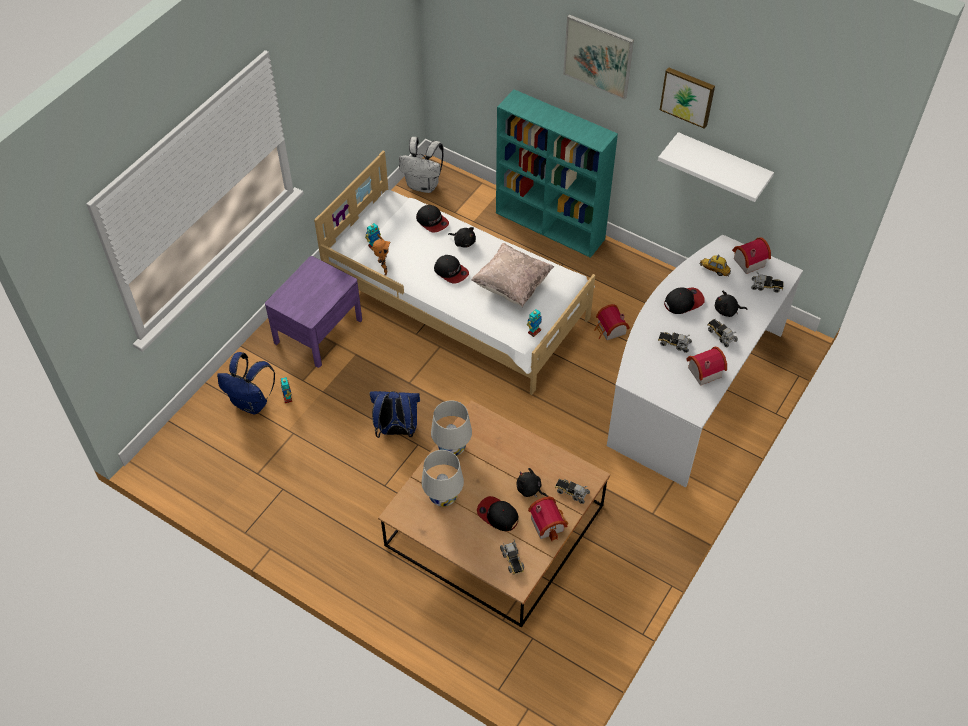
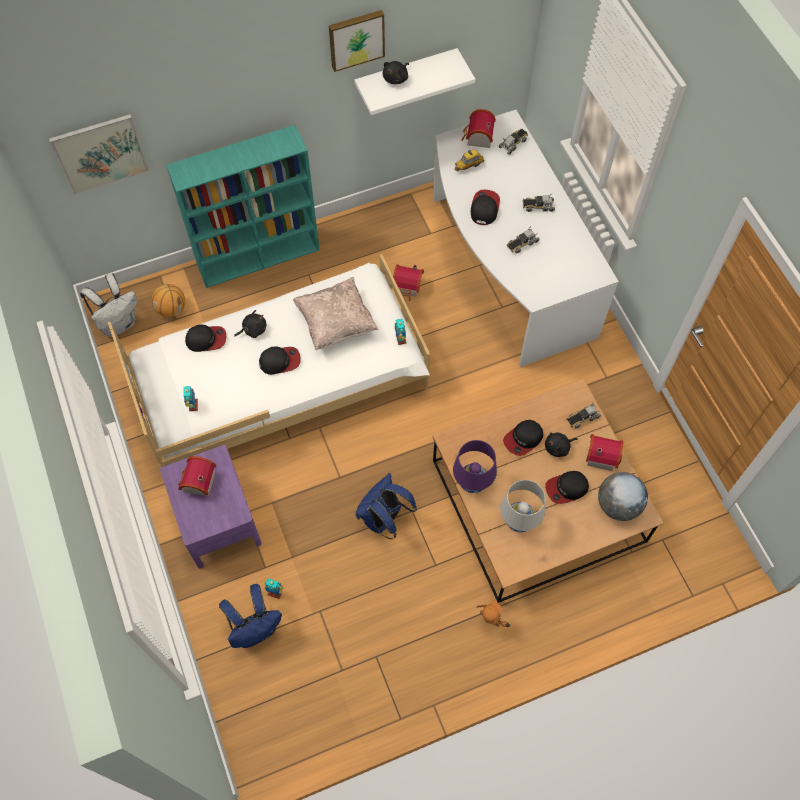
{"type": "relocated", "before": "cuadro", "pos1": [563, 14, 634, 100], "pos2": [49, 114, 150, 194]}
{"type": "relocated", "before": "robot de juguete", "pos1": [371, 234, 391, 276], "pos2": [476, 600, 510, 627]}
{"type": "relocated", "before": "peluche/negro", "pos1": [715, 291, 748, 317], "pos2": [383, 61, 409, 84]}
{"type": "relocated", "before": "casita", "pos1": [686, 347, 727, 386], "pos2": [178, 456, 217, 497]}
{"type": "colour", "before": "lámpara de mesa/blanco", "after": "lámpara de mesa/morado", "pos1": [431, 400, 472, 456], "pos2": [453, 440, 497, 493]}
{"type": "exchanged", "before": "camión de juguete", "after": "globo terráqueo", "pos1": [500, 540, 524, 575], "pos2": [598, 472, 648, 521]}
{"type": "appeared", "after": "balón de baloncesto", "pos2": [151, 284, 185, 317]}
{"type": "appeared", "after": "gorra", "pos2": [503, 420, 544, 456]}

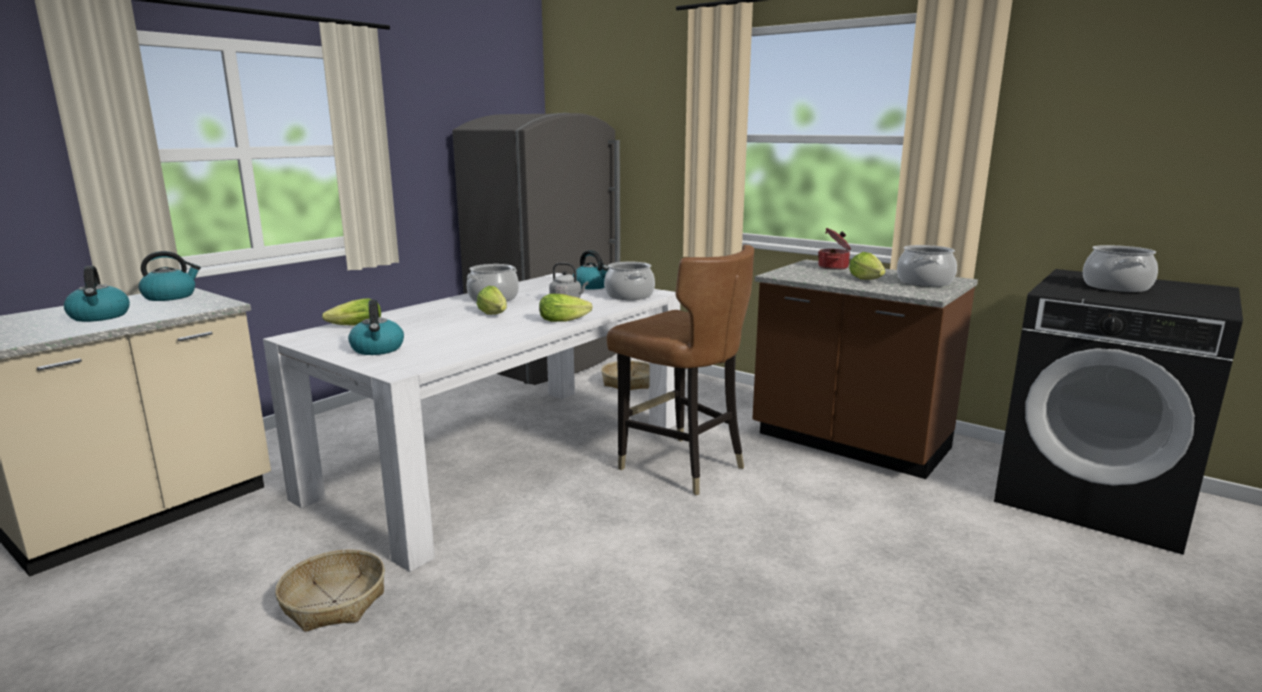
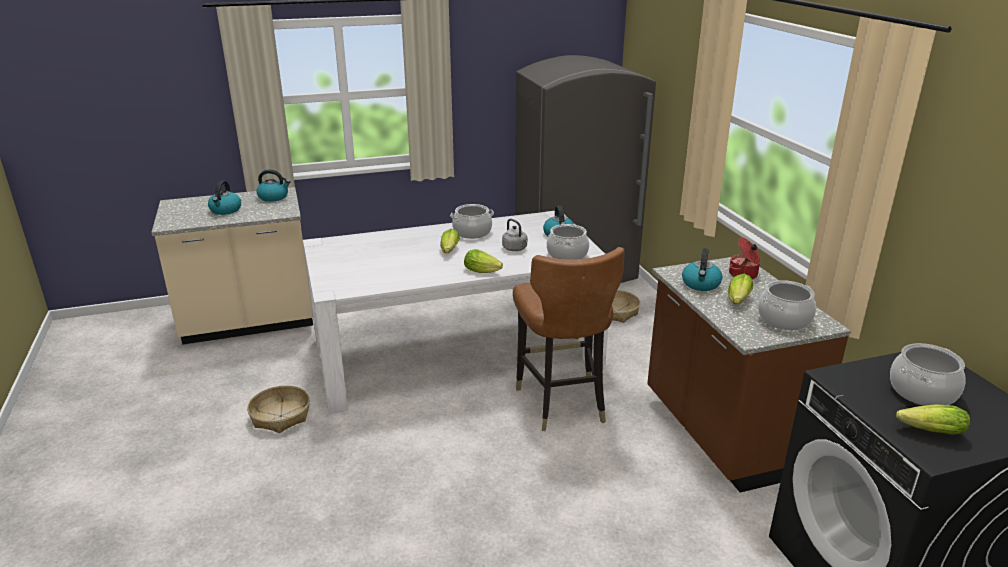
{"type": "relocated", "before": "lechuga", "pos1": [322, 298, 381, 326], "pos2": [896, 405, 970, 435]}
{"type": "relocated", "before": "hervidor", "pos1": [348, 300, 404, 355], "pos2": [682, 249, 722, 291]}

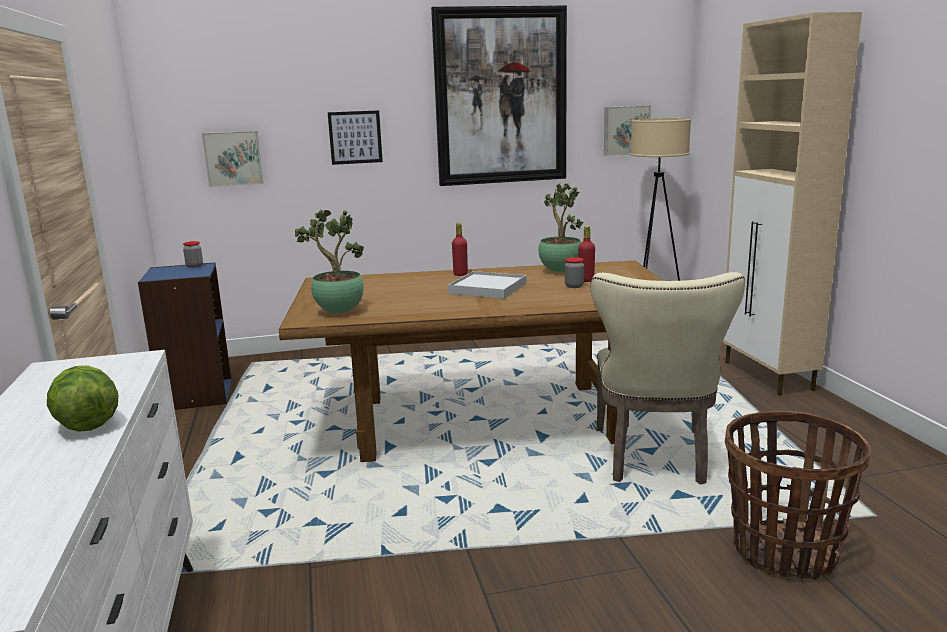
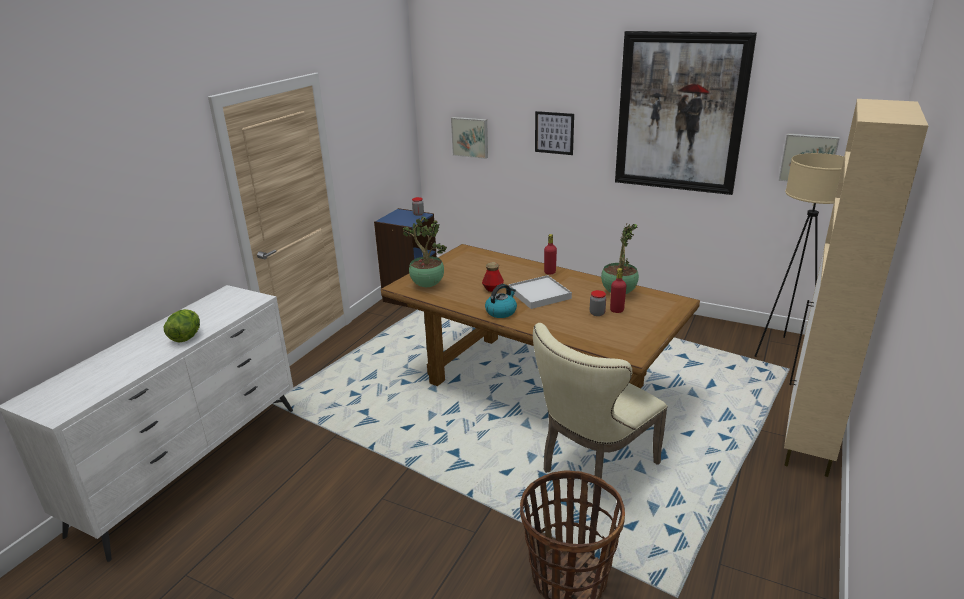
{"type": "appeared", "after": "botella", "pos2": [482, 262, 504, 292]}
{"type": "appeared", "after": "hervidor", "pos2": [485, 284, 517, 318]}

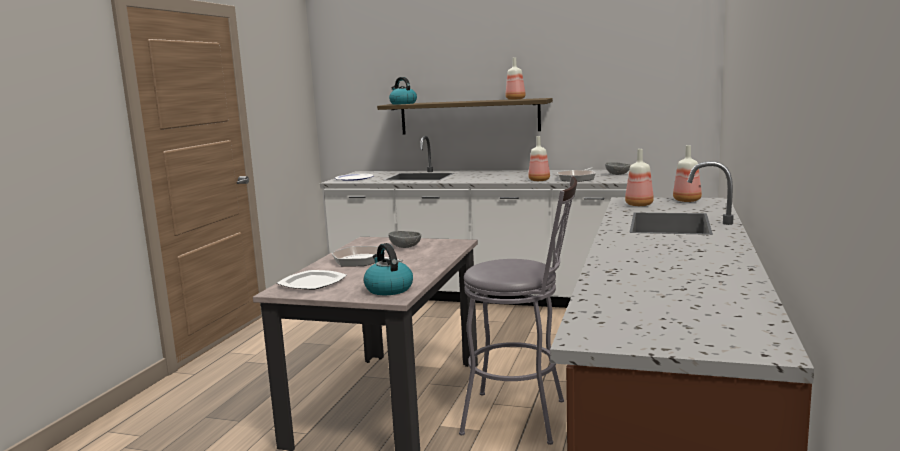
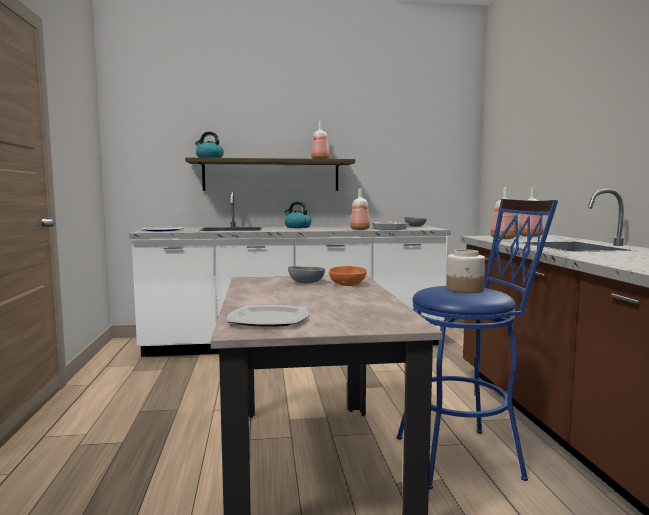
{"type": "colour", "before": "taburete/gris", "after": "taburete/azul", "pos1": [459, 176, 577, 445], "pos2": [397, 199, 558, 490]}
{"type": "relocated", "before": "hervidor", "pos1": [364, 243, 413, 295], "pos2": [284, 202, 311, 228]}
{"type": "missing", "before": "sartén", "pos1": [332, 246, 403, 266]}
{"type": "appeared", "after": "tarro", "pos2": [447, 249, 485, 293]}
{"type": "appeared", "after": "cuenco/naranja", "pos2": [329, 266, 367, 286]}

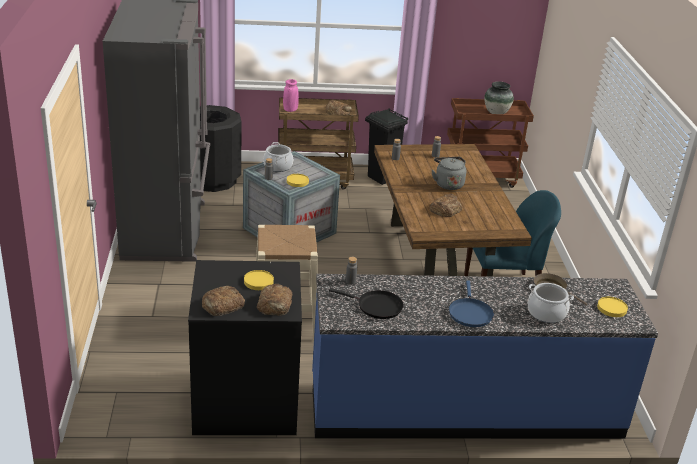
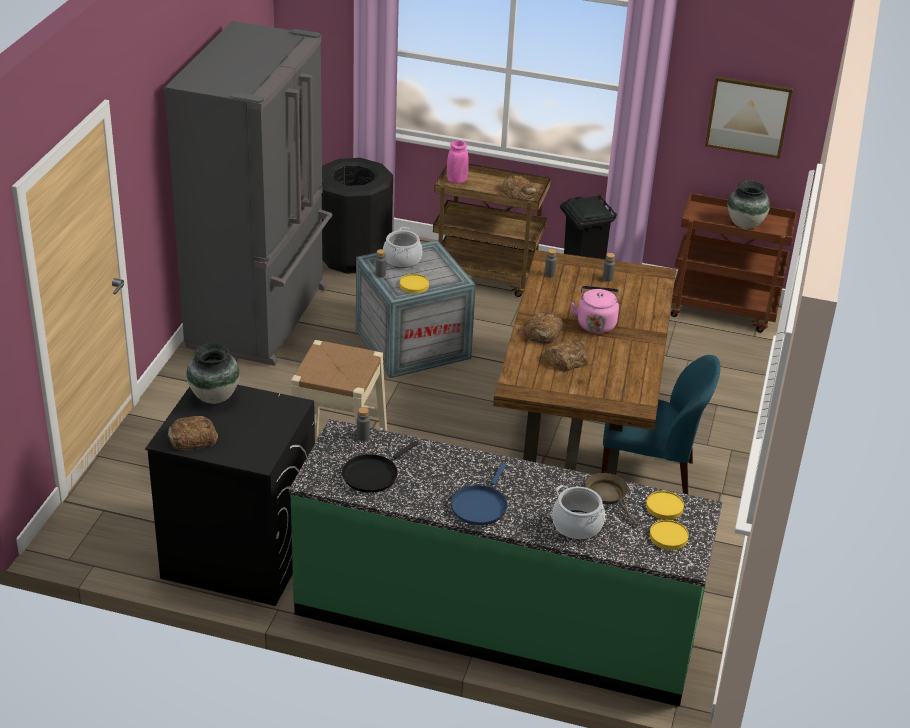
{"type": "colour", "before": "hervidor/gris", "after": "hervidor/rosa", "pos1": [432, 157, 466, 190], "pos2": [570, 286, 619, 334]}
{"type": "relocated", "before": "plato/amarillo", "pos1": [244, 270, 274, 290], "pos2": [646, 491, 684, 520]}
{"type": "colour", "before": "mueble bajo de cocina/azul", "after": "mueble bajo de cocina/verde", "pos1": [312, 274, 658, 438], "pos2": [289, 419, 722, 707]}
{"type": "relocated", "before": "pan", "pos1": [257, 284, 293, 316], "pos2": [523, 312, 564, 344]}
{"type": "spun", "before": "sartén/negro", "pos1": [329, 288, 404, 319], "pos2": [342, 441, 418, 493], "turn": 90}
{"type": "appeared", "after": "cuadro", "pos2": [705, 76, 793, 159]}
{"type": "appeared", "after": "florero", "pos2": [186, 343, 240, 404]}

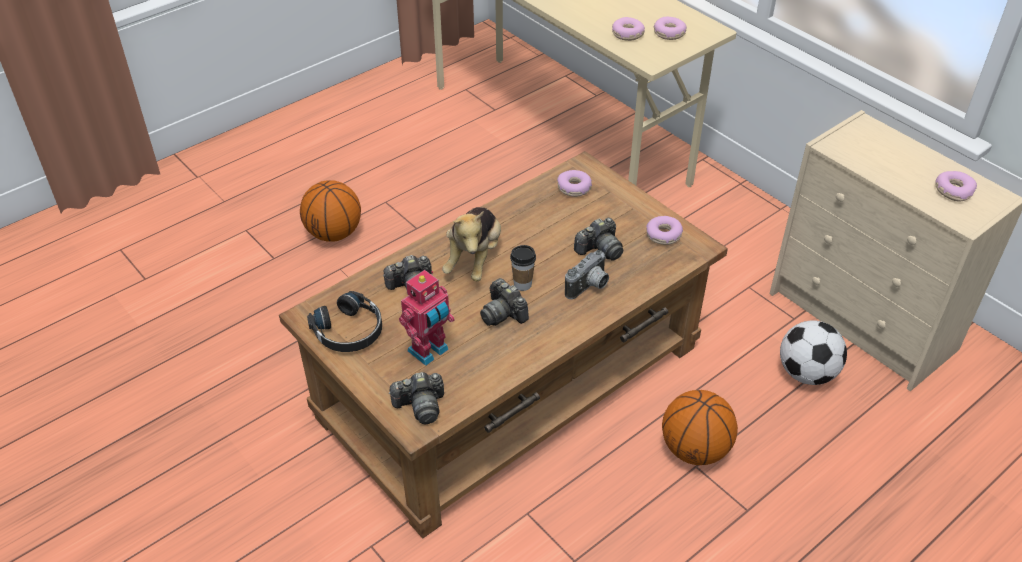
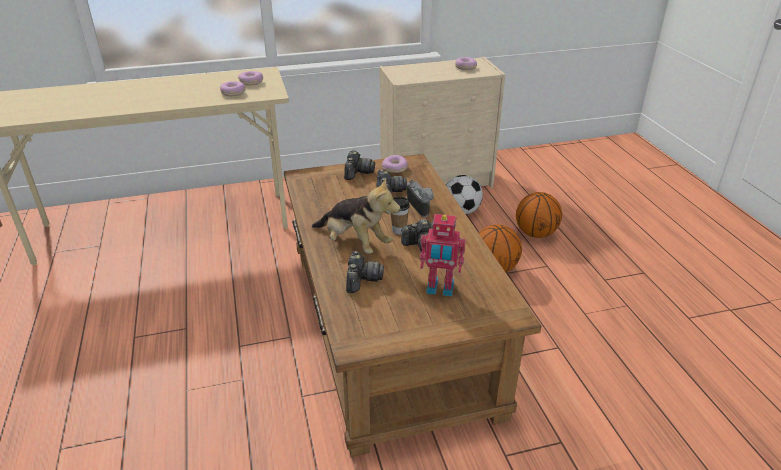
{"type": "missing", "before": "rosquilla", "pos1": [557, 170, 592, 197]}
{"type": "relocated", "before": "balón de baloncesto", "pos1": [300, 180, 361, 242], "pos2": [516, 192, 562, 238]}
{"type": "spun", "before": "robot de juguete", "pos1": [399, 270, 455, 366], "pos2": [420, 214, 465, 296], "turn": 120}
{"type": "missing", "before": "auriculares/negro", "pos1": [307, 291, 382, 352]}
{"type": "relocated", "before": "cámara", "pos1": [388, 372, 444, 424], "pos2": [344, 150, 375, 180]}

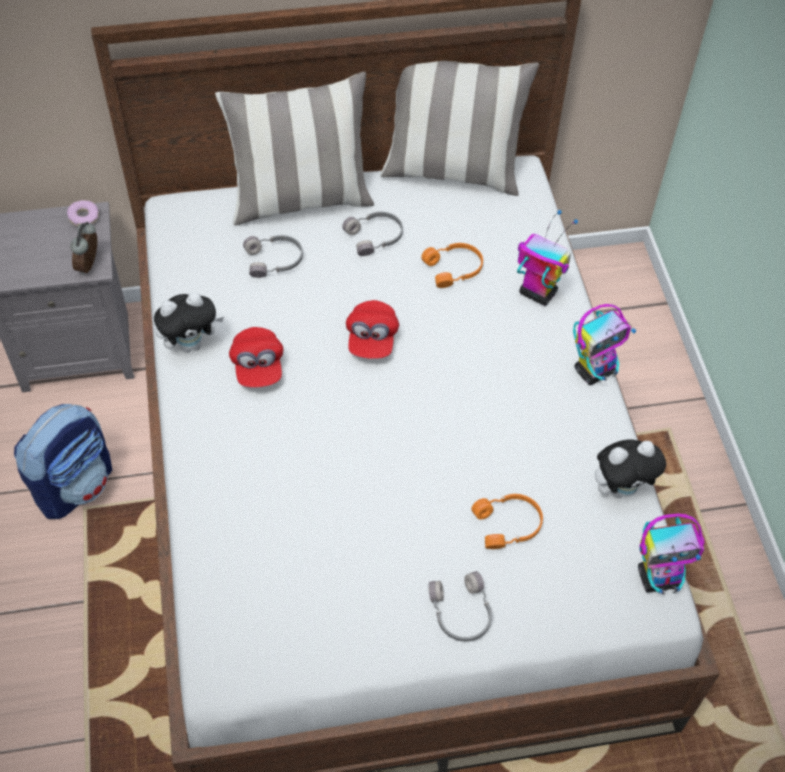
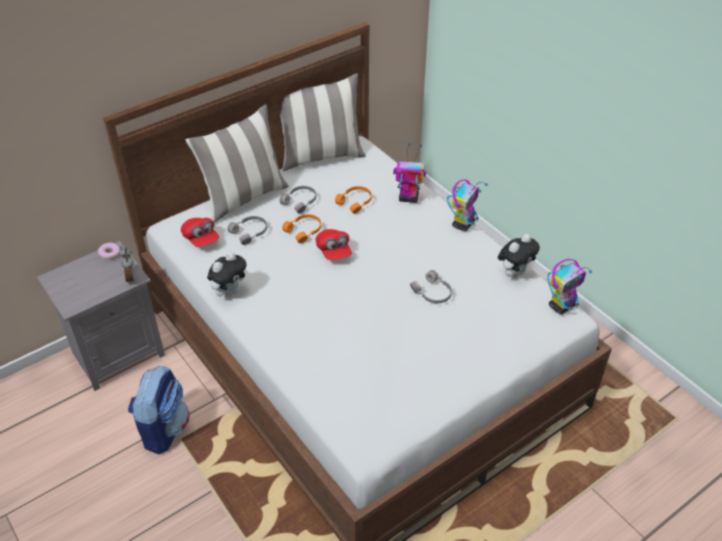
{"type": "relocated", "before": "gorra/rojo", "pos1": [229, 327, 283, 388], "pos2": [181, 218, 219, 247]}
{"type": "relocated", "before": "auriculares/naranja", "pos1": [471, 494, 543, 549], "pos2": [282, 214, 321, 243]}
{"type": "relocated", "before": "auriculares/gris", "pos1": [428, 571, 492, 642], "pos2": [410, 270, 452, 303]}

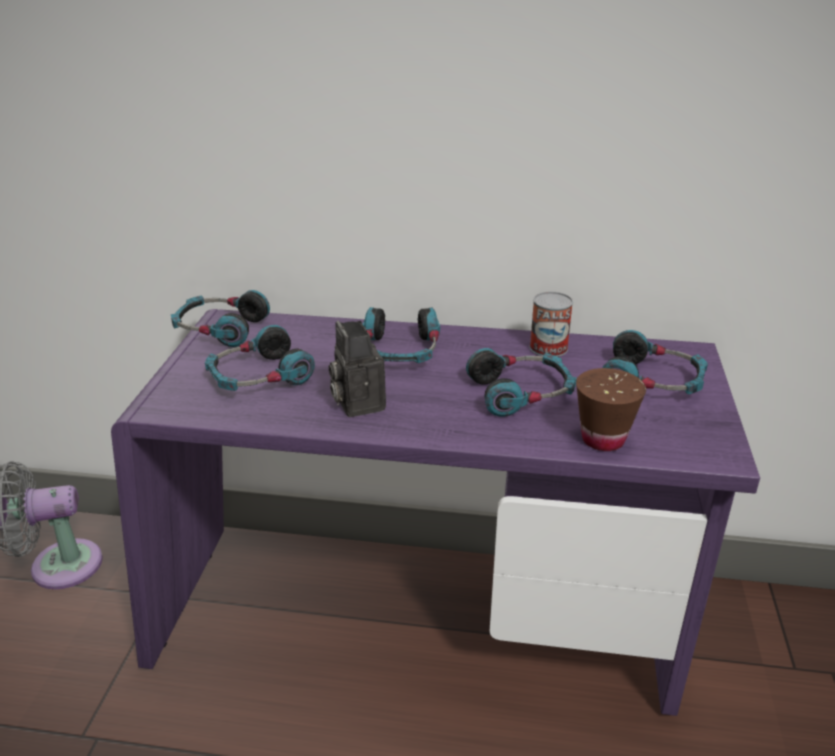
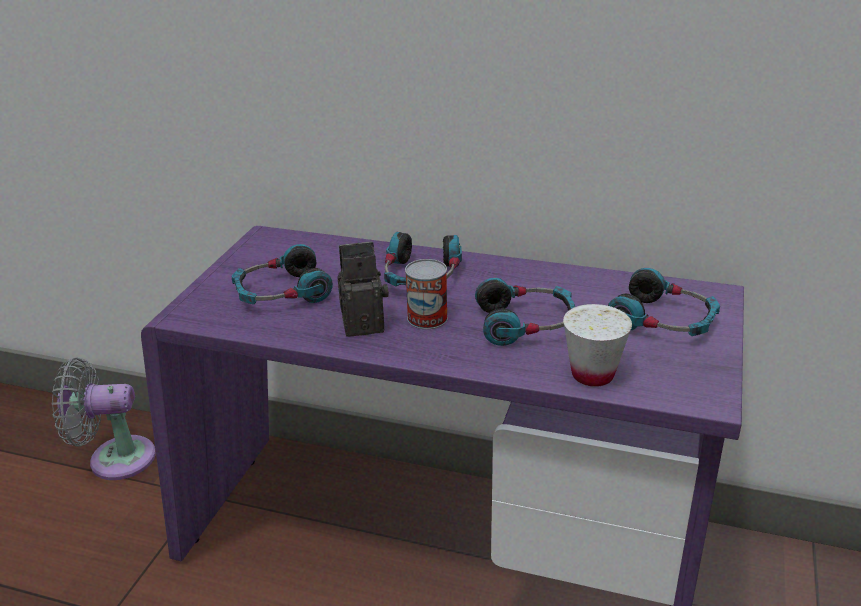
{"type": "missing", "before": "auriculares", "pos1": [171, 290, 270, 347]}
{"type": "relocated", "before": "lata", "pos1": [529, 292, 573, 357], "pos2": [405, 259, 448, 329]}
{"type": "spun", "before": "cámara", "pos1": [328, 321, 386, 417], "pos2": [337, 242, 388, 337], "turn": 90}
{"type": "colour", "before": "taza/marrón", "after": "taza/blanco", "pos1": [576, 368, 646, 451], "pos2": [563, 304, 632, 387]}

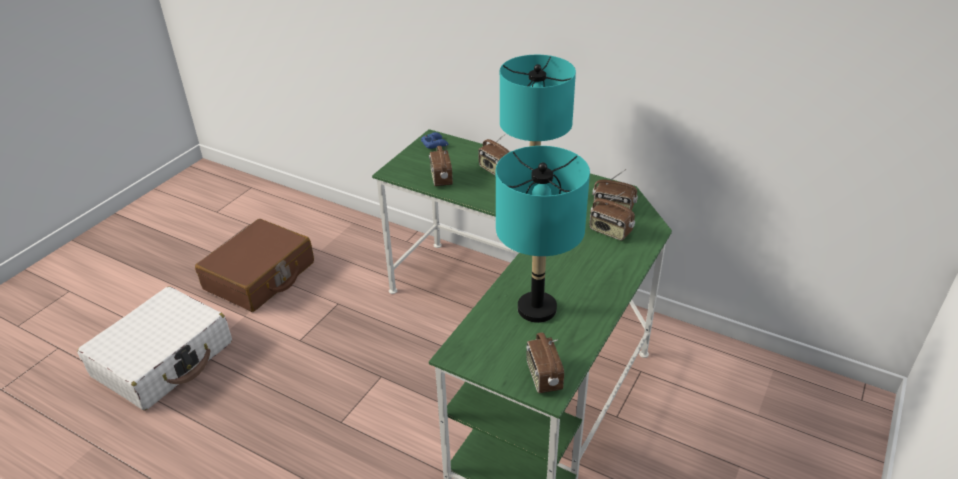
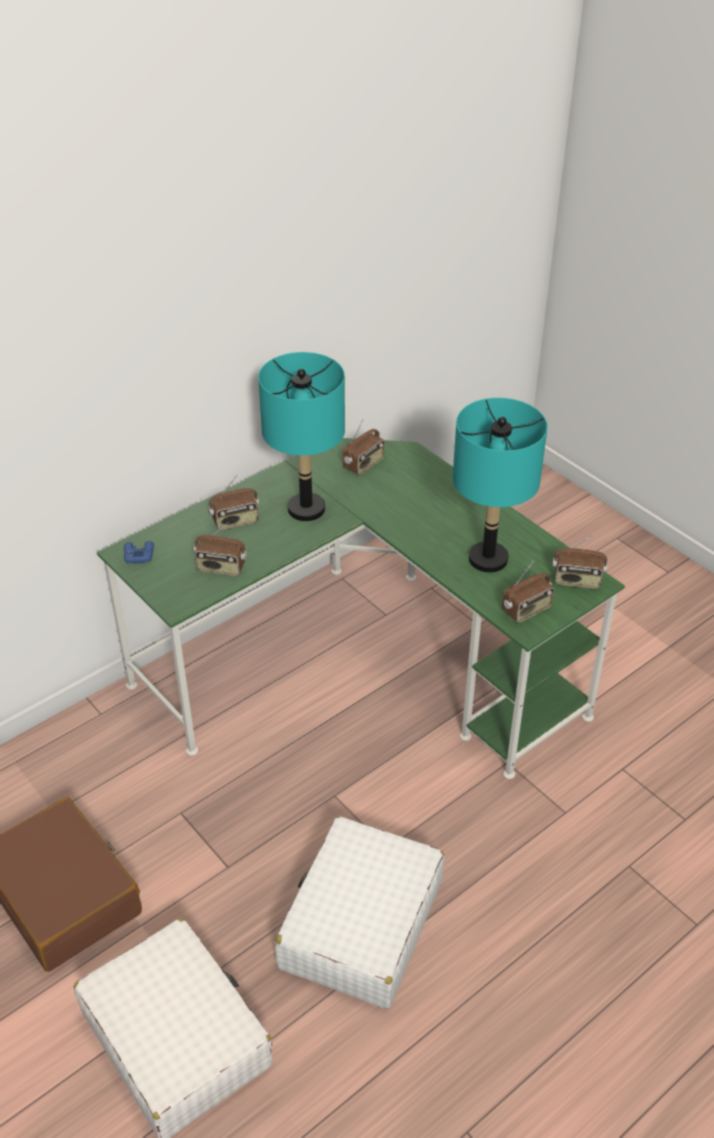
{"type": "relocated", "before": "radio", "pos1": [589, 191, 635, 241], "pos2": [502, 561, 554, 623]}
{"type": "appeared", "after": "maleta/blanco", "pos2": [275, 816, 444, 1009]}

